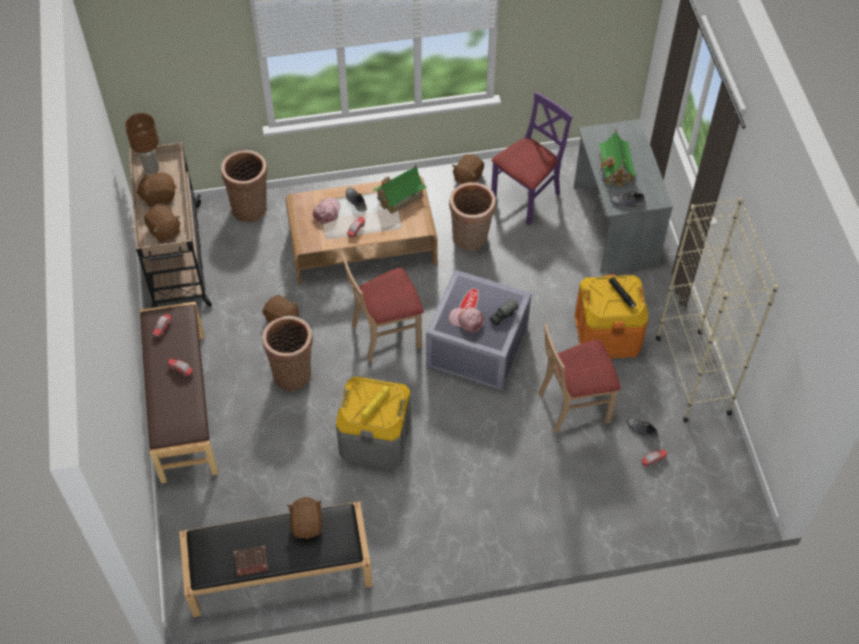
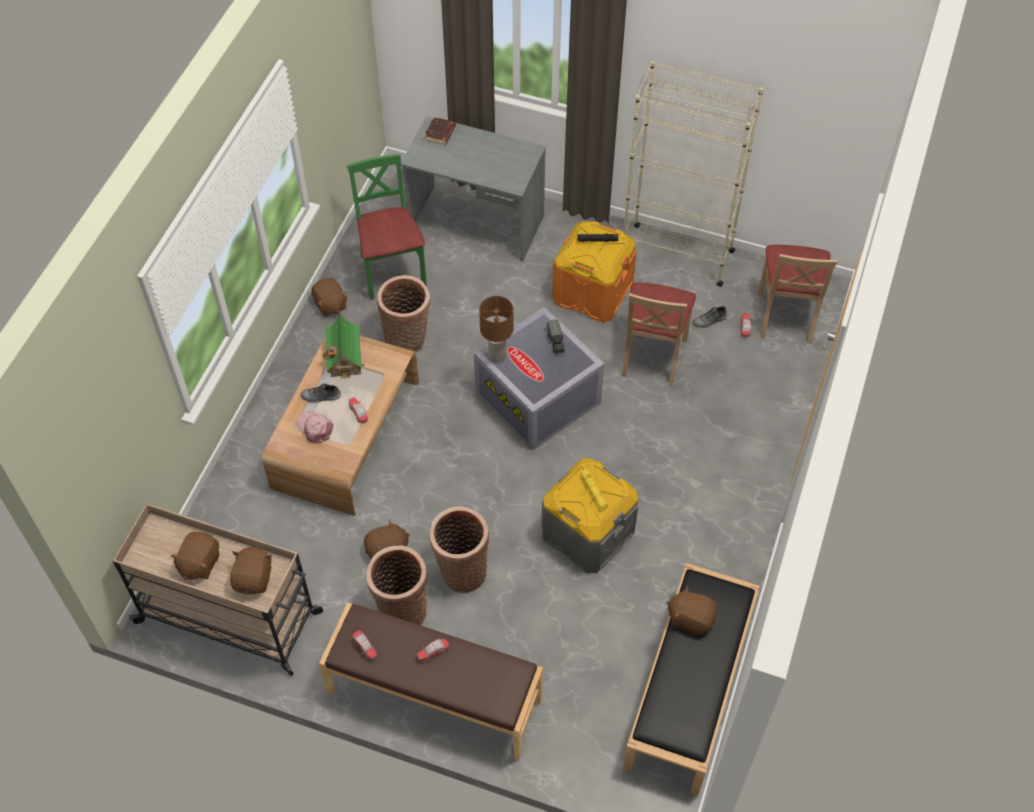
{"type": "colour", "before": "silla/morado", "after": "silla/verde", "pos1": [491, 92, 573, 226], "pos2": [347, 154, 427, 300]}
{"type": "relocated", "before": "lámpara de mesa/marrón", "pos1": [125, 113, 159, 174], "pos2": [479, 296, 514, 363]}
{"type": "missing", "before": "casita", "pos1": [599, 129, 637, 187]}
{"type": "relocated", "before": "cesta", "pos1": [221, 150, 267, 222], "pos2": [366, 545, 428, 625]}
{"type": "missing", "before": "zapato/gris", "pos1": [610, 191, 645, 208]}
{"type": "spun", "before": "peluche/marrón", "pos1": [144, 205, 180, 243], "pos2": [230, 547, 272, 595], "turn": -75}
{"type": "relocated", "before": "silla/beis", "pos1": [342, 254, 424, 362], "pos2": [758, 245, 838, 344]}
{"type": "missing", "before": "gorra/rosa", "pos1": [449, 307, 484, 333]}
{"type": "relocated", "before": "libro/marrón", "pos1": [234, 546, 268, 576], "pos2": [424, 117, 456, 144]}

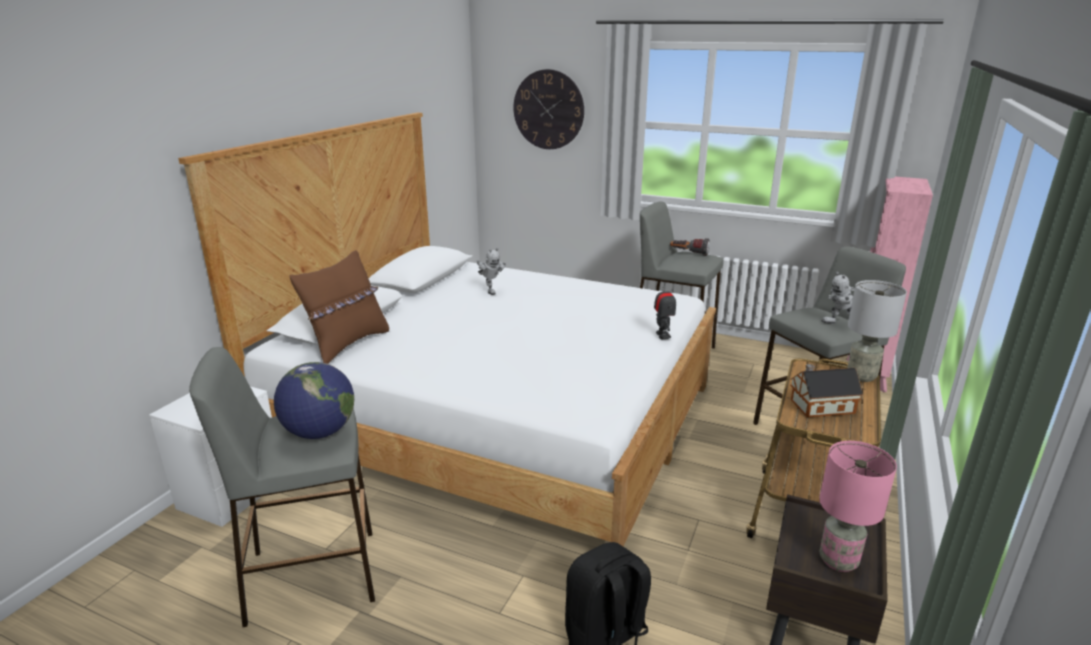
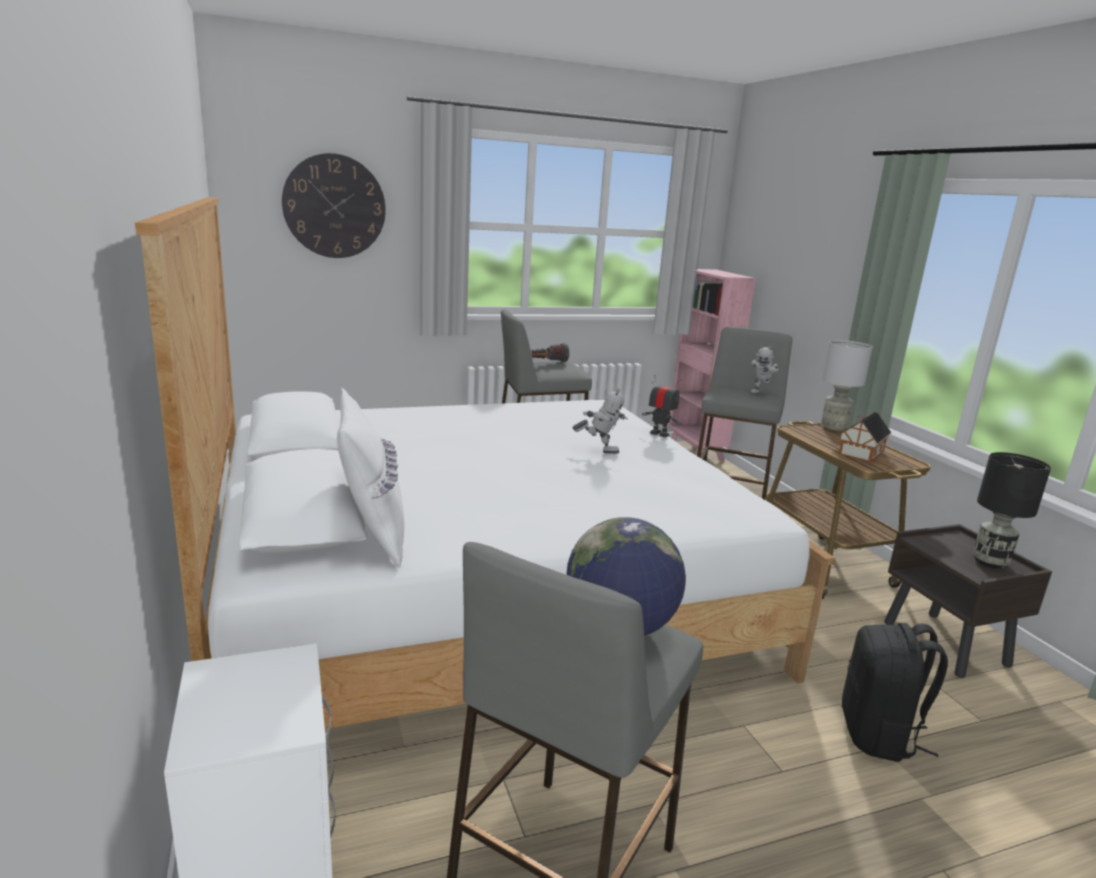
{"type": "relocated", "before": "robot de juguete", "pos1": [477, 248, 506, 295], "pos2": [572, 388, 628, 454]}
{"type": "colour", "before": "cojín/marrón", "after": "cojín/blanco", "pos1": [289, 250, 389, 364], "pos2": [337, 388, 405, 567]}
{"type": "colour", "before": "lámpara de mesa/rosa", "after": "lámpara de mesa/negro", "pos1": [819, 441, 897, 572], "pos2": [973, 452, 1051, 569]}

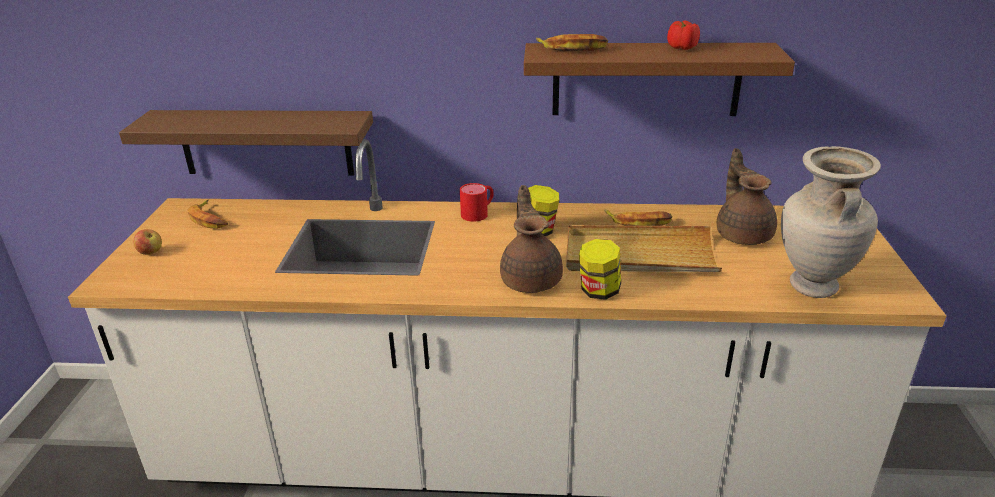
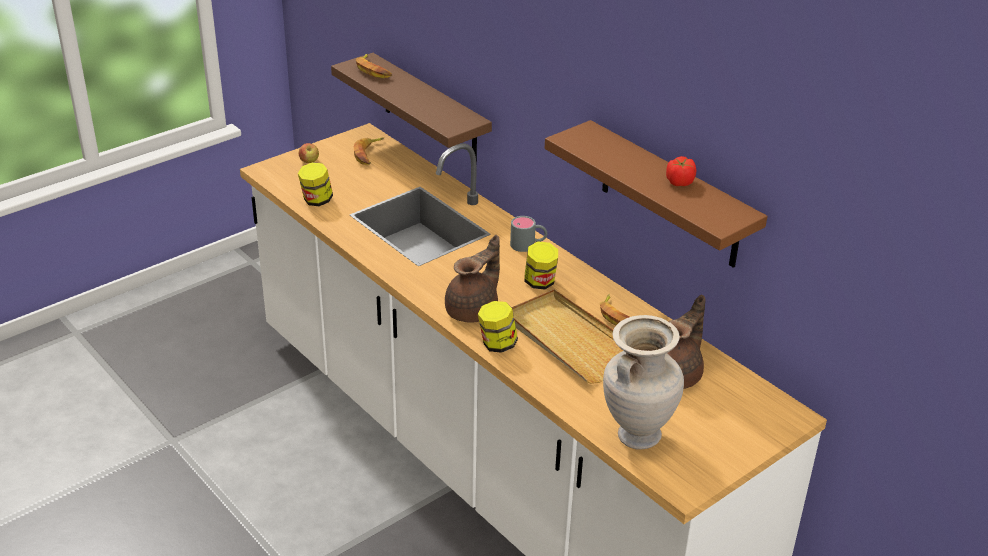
{"type": "relocated", "before": "plátano", "pos1": [536, 34, 608, 51], "pos2": [356, 53, 392, 78]}
{"type": "colour", "before": "taza grande/rojo", "after": "taza grande/gris", "pos1": [460, 183, 494, 222], "pos2": [510, 216, 547, 252]}
{"type": "appeared", "after": "tarro", "pos2": [298, 162, 333, 206]}

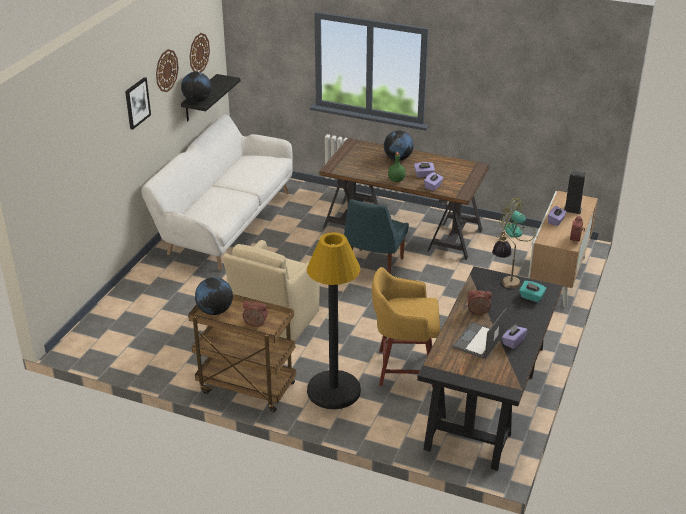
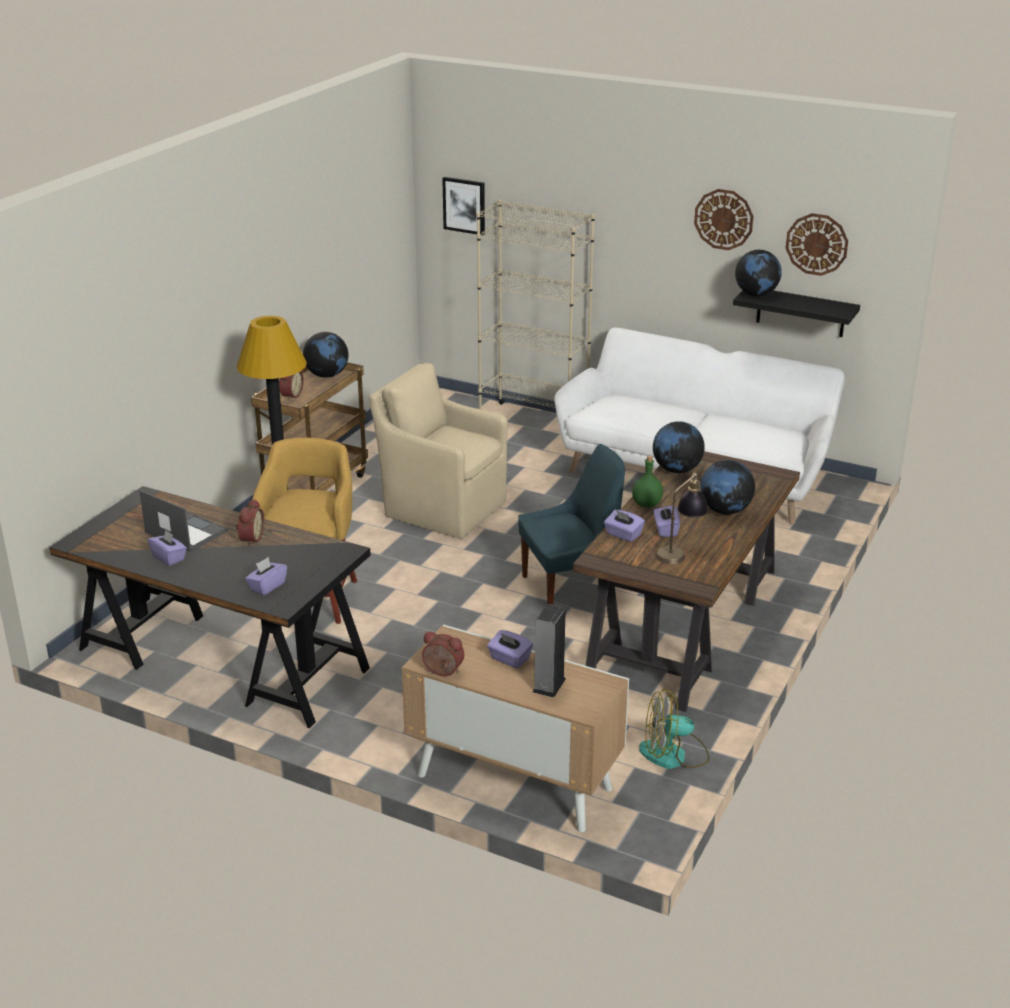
{"type": "relocated", "before": "cuadro", "pos1": [125, 77, 151, 130], "pos2": [442, 177, 485, 235]}
{"type": "spun", "before": "ventilador", "pos1": [500, 198, 536, 241], "pos2": [639, 689, 710, 769], "turn": -135}
{"type": "spun", "before": "silla/azul", "pos1": [344, 199, 409, 274], "pos2": [518, 444, 625, 605], "turn": 135}
{"type": "relocated", "before": "lámpara de mesa", "pos1": [492, 230, 520, 289], "pos2": [655, 472, 708, 564]}
{"type": "colour", "before": "caja de pañuelos/turquesa", "after": "caja de pañuelos/morado", "pos1": [519, 281, 546, 303], "pos2": [245, 557, 287, 596]}
{"type": "appeared", "after": "estantería/beis", "pos2": [477, 200, 595, 410]}
{"type": "appeared", "after": "globo terráqueo", "pos2": [653, 421, 705, 473]}

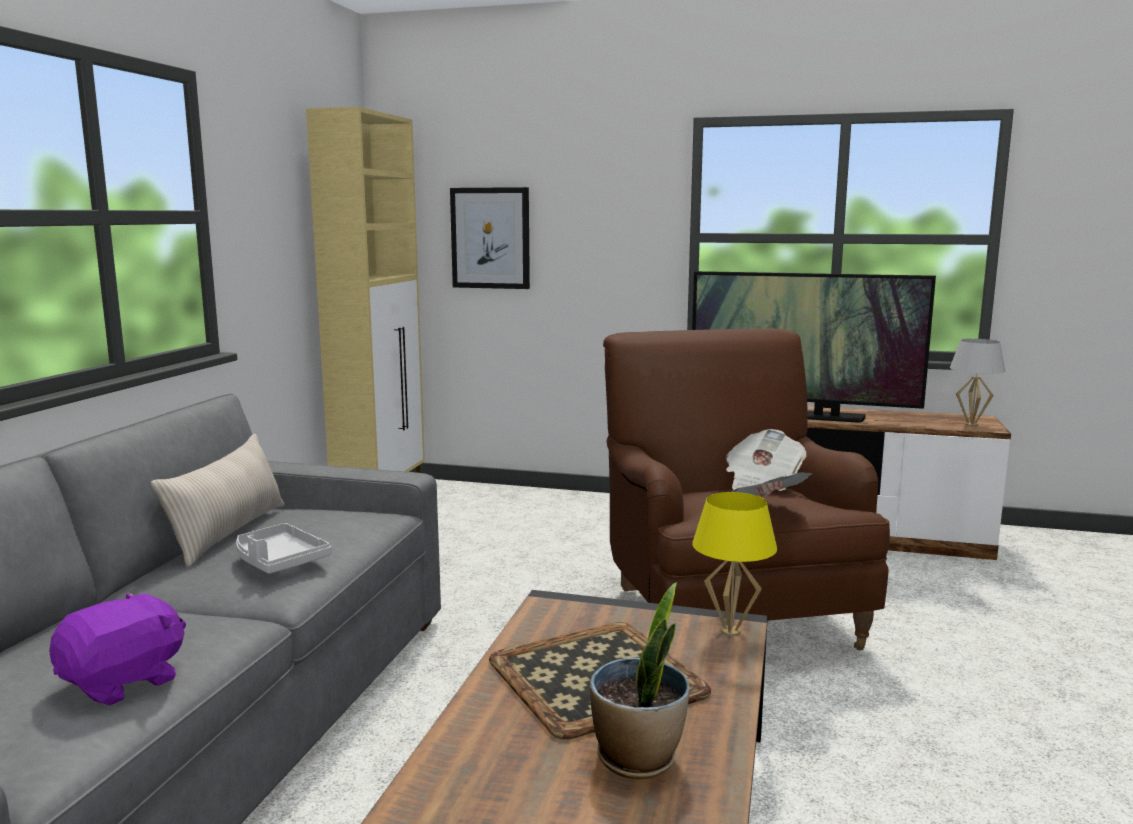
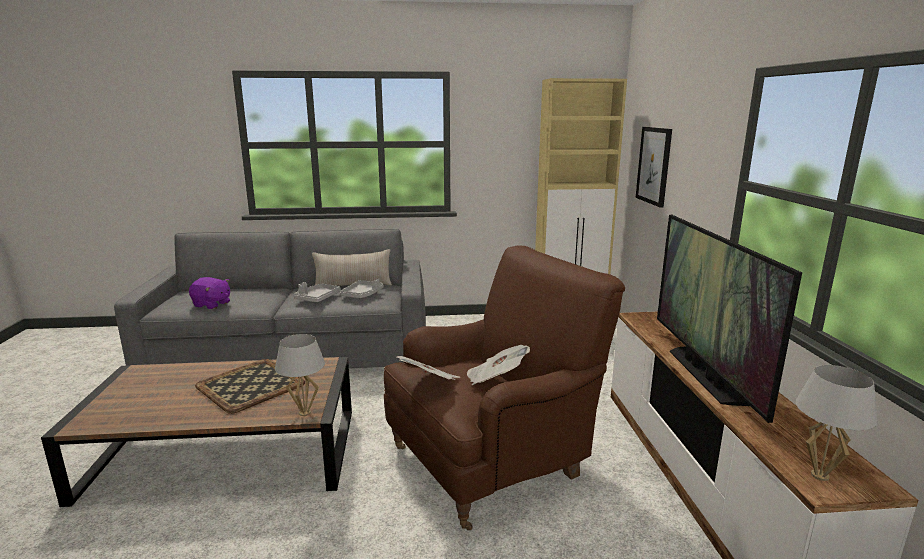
{"type": "colour", "before": "lámpara de mesa/amarillo", "after": "lámpara de mesa/blanco", "pos1": [692, 492, 777, 636], "pos2": [275, 334, 325, 416]}
{"type": "missing", "before": "planta en maceta", "pos1": [590, 582, 690, 779]}
{"type": "appeared", "after": "bandeja/gris", "pos2": [340, 278, 383, 298]}

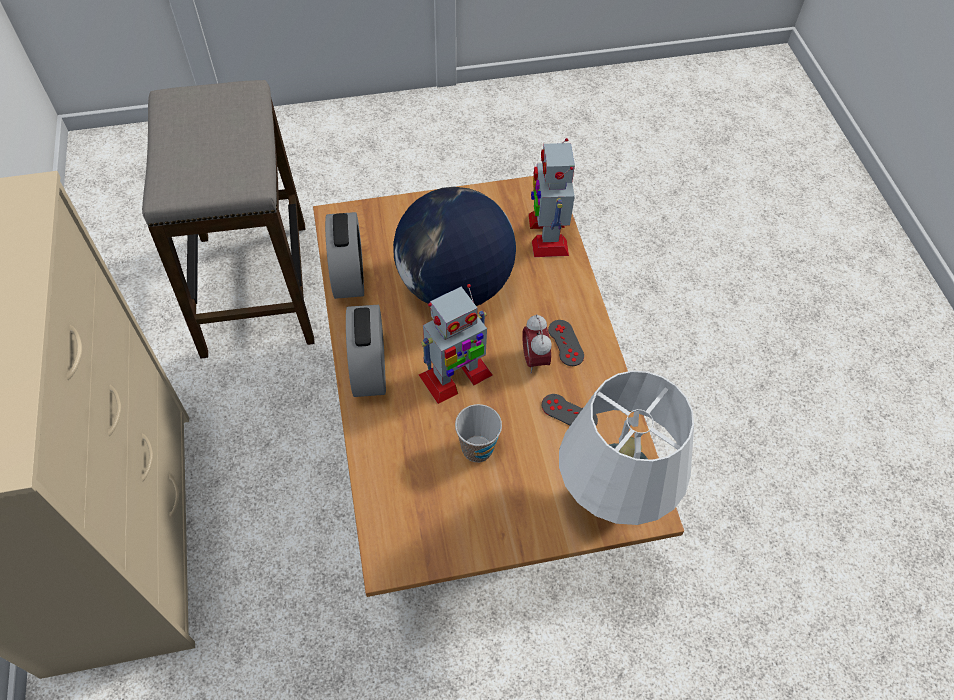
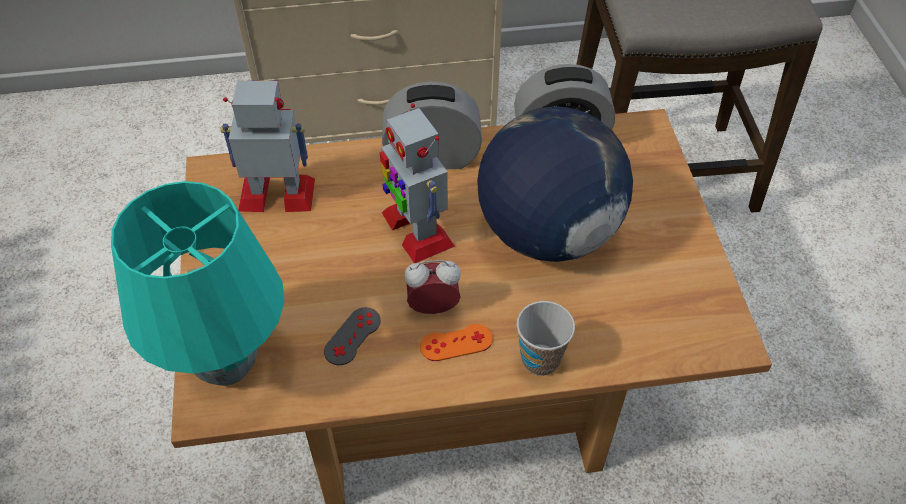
{"type": "relocated", "before": "robot de juguete", "pos1": [529, 138, 575, 257], "pos2": [221, 81, 315, 212]}
{"type": "colour", "before": "mando de consola/gris", "after": "mando de consola/naranja", "pos1": [548, 320, 584, 366], "pos2": [420, 324, 493, 361]}
{"type": "colour", "before": "lámpara de mesa/blanco", "after": "lámpara de mesa/turquesa", "pos1": [559, 371, 694, 525], "pos2": [111, 181, 285, 386]}
{"type": "relocated", "before": "taza", "pos1": [455, 404, 502, 462], "pos2": [517, 301, 575, 376]}

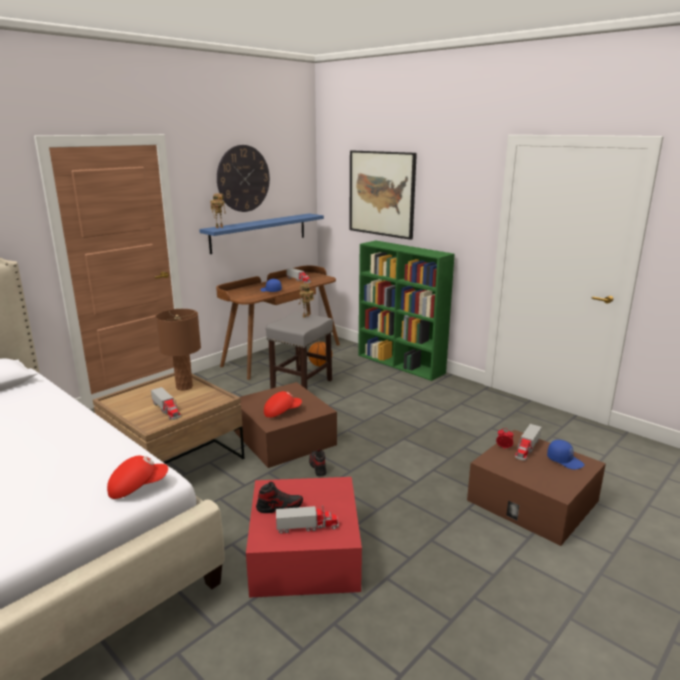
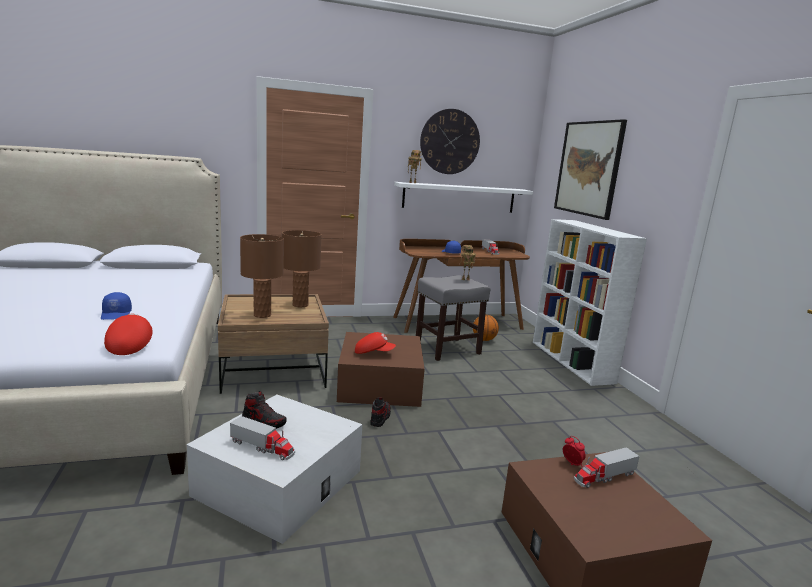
{"type": "colour", "before": "estante/azul", "after": "estante/blanco", "pos1": [199, 213, 324, 254], "pos2": [394, 182, 533, 213]}
{"type": "colour", "before": "estantería/verde", "after": "estantería/blanco", "pos1": [358, 241, 455, 381], "pos2": [533, 219, 647, 386]}
{"type": "exchanged", "before": "camión de juguete", "after": "lámpara de mesa/marrón", "pos1": [151, 387, 181, 420], "pos2": [240, 234, 284, 318]}
{"type": "relocated", "before": "gorra/azul", "pos1": [547, 440, 585, 470], "pos2": [101, 292, 132, 320]}
{"type": "spun", "before": "gorra/rojo", "pos1": [107, 456, 168, 499], "pos2": [104, 314, 153, 355], "turn": -105}
{"type": "colour", "before": "caja de almacenaje/rojo", "after": "caja de almacenaje/blanco", "pos1": [246, 477, 362, 598], "pos2": [186, 394, 362, 544]}

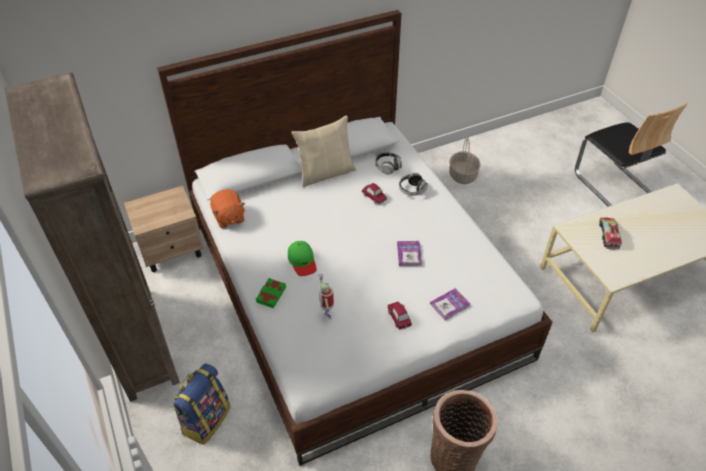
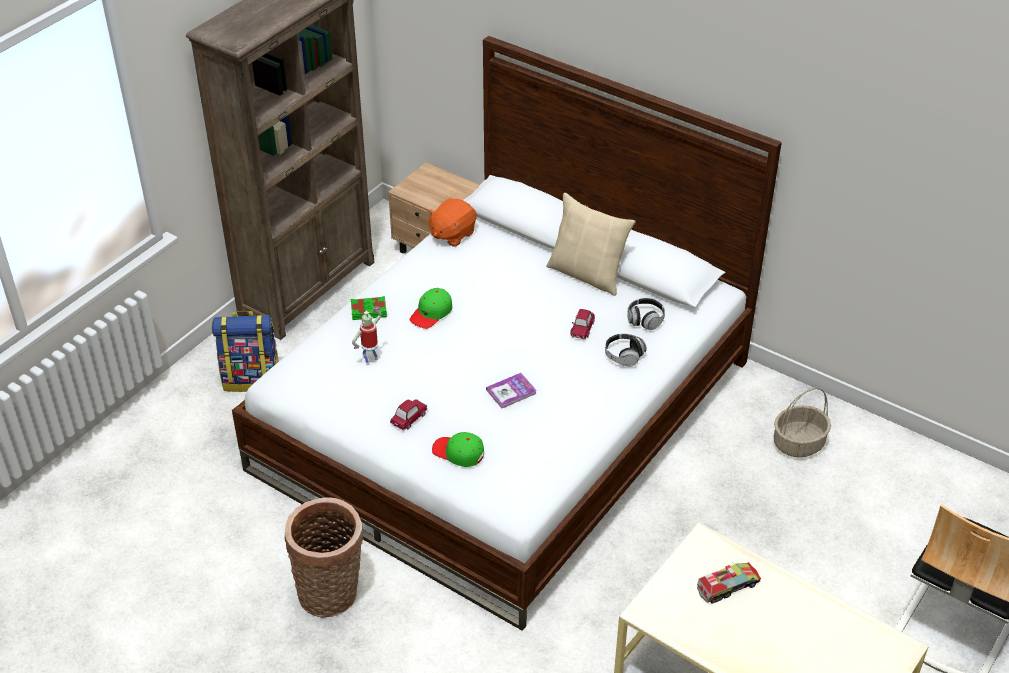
{"type": "exchanged", "before": "libro", "after": "gorra/verde", "pos1": [430, 288, 470, 320], "pos2": [432, 432, 484, 467]}

